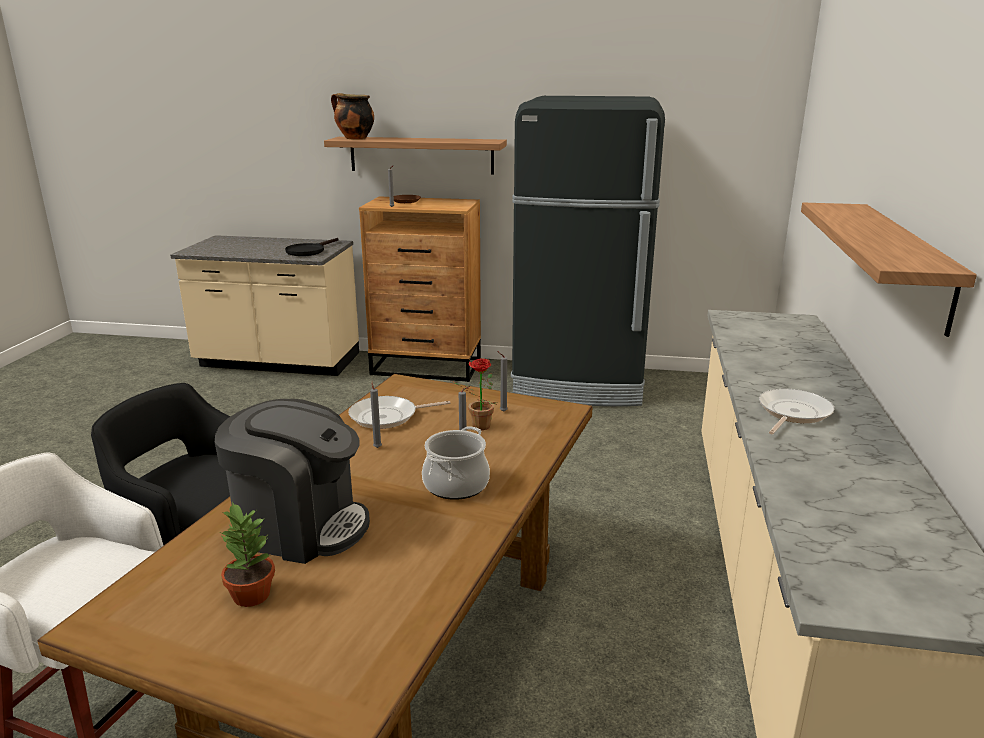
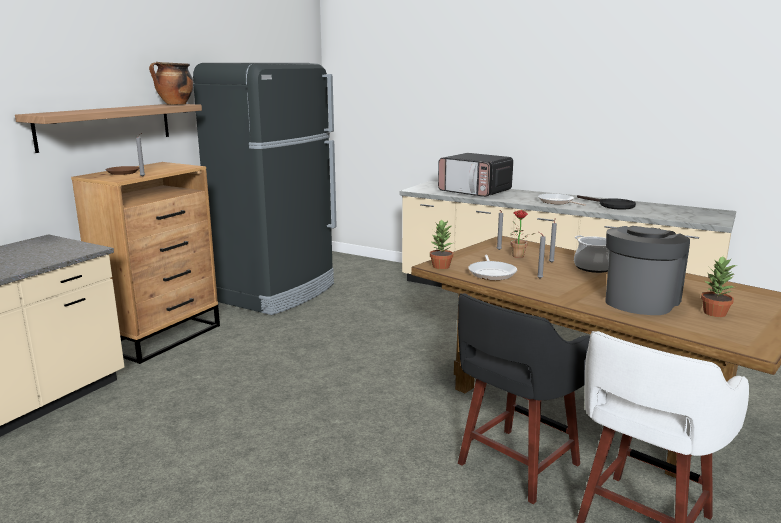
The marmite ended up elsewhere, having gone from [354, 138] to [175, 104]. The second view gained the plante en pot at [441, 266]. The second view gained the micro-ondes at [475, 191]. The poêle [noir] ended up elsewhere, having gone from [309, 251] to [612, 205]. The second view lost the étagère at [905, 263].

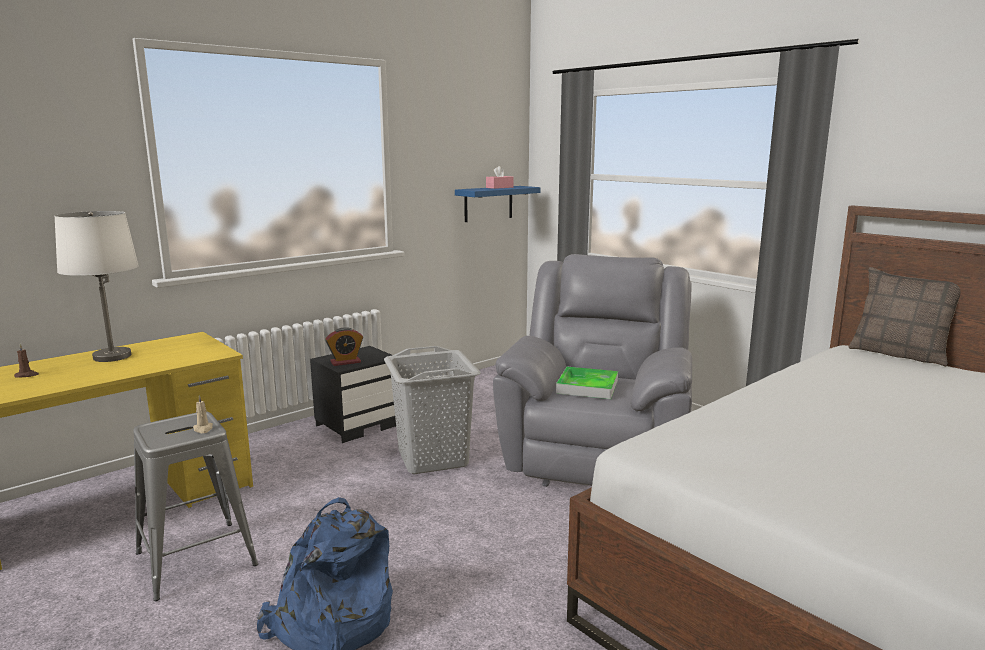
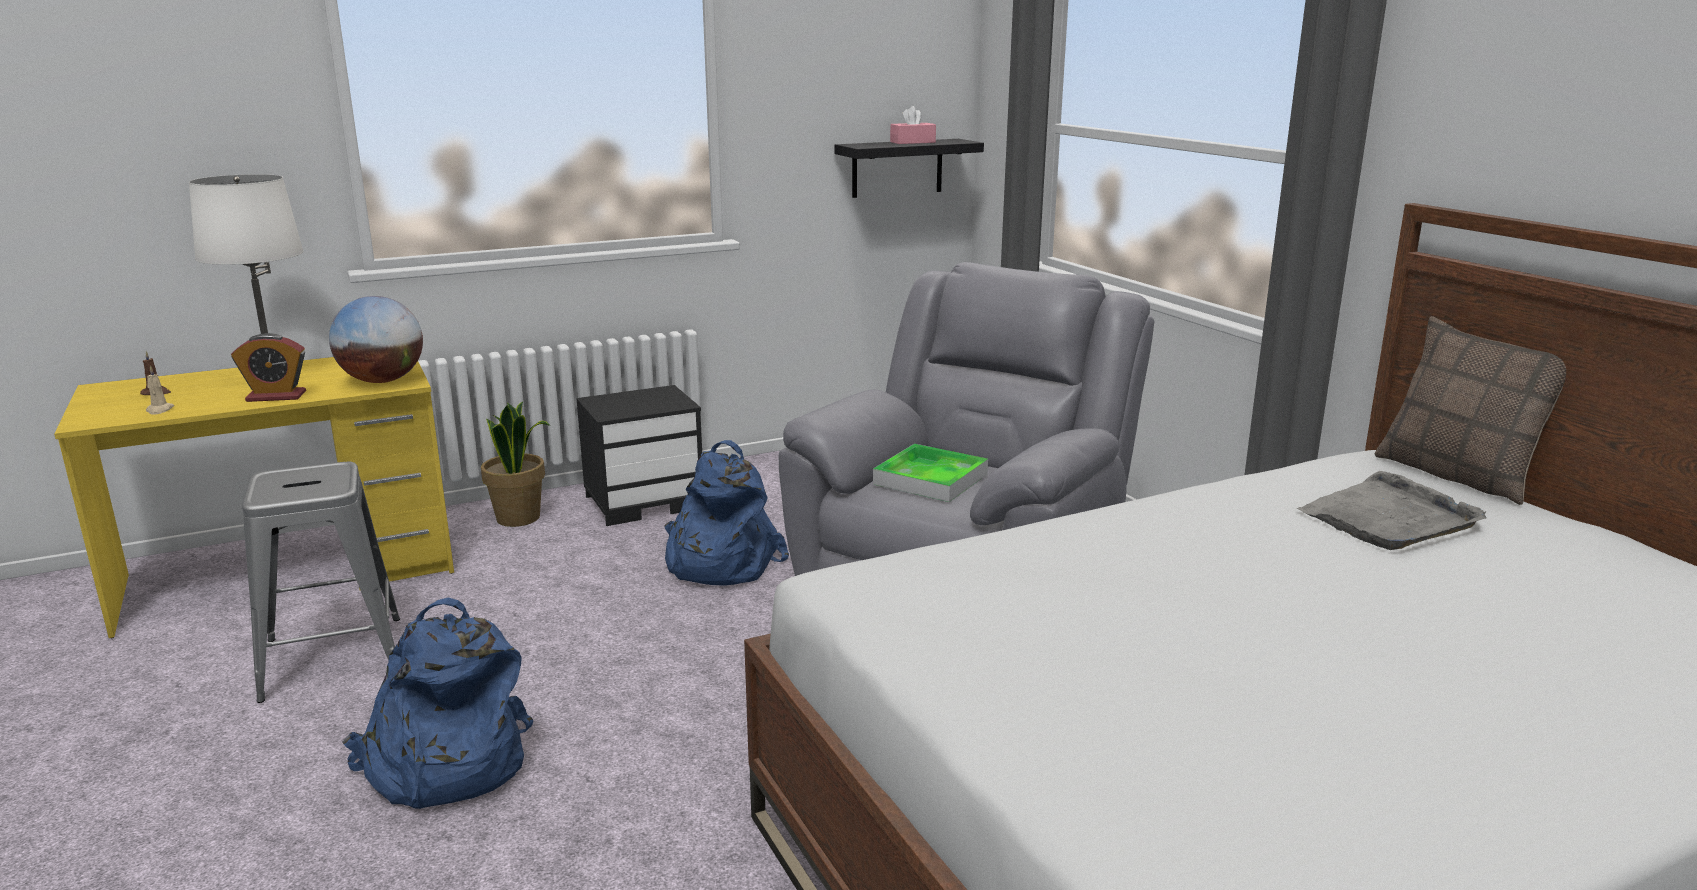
The bougie [beige] ended up elsewhere, having gone from [203, 429] to [159, 410]. The réveil ended up elsewhere, having gone from [345, 362] to [276, 396]. The second view gained the globe at [383, 381]. The second view gained the plante en pot at [519, 518]. Where the panier à linge [gris] stood at [433, 458], the sac à dos [bleu] came to stand at [718, 563]. What was the étagère [bleu] at [488, 203] turned into the étagère [noir] at [897, 168]. The second view gained the plateau [gris] at [1389, 518].

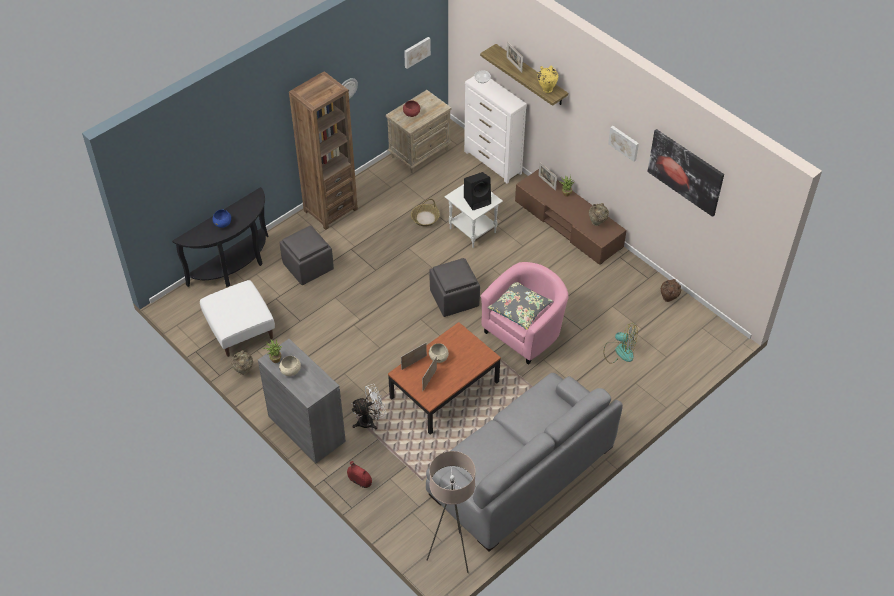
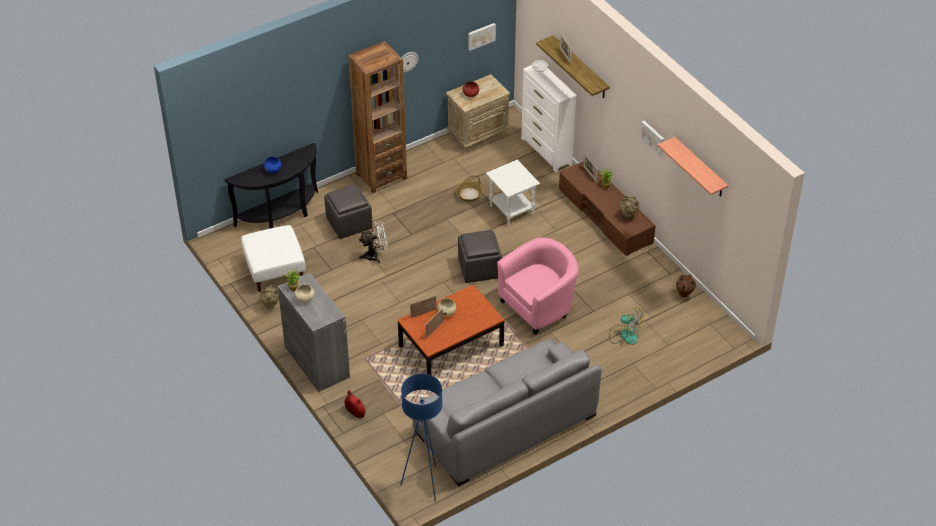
The ventilateur [blanc] ended up elsewhere, having gone from [370, 421] to [375, 255]. What was the lampadaire [beige] at [451, 554] turned into the lampadaire [bleu] at [424, 484]. Where the tableau hung at [685, 172], the étagère came to hang at [700, 168]. The second view lost the enceinte [noir] at [478, 200]. The second view lost the coussin [gris] at [520, 309]. The second view lost the vase [jaune] at [547, 89].

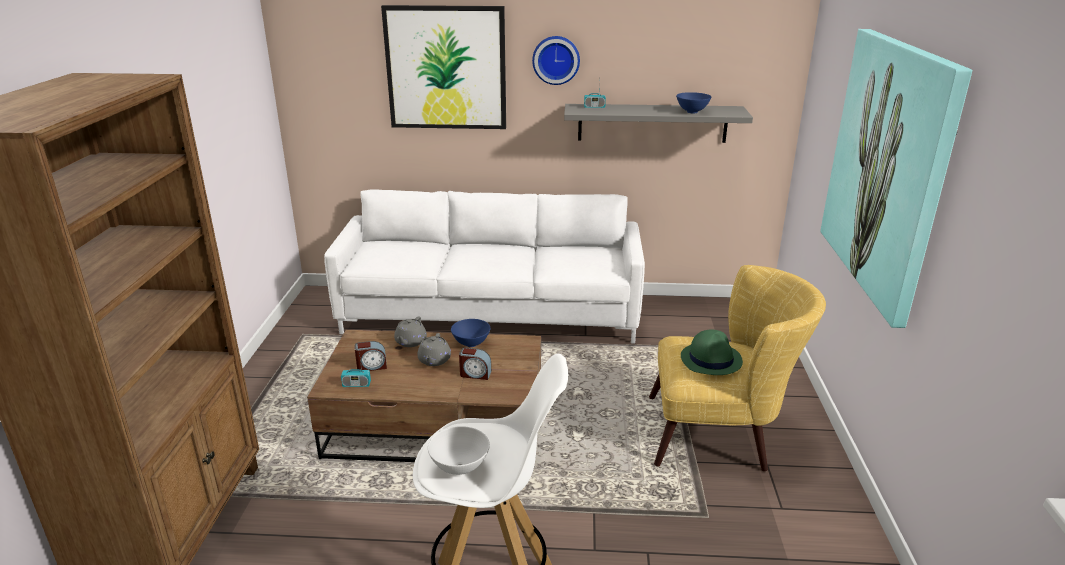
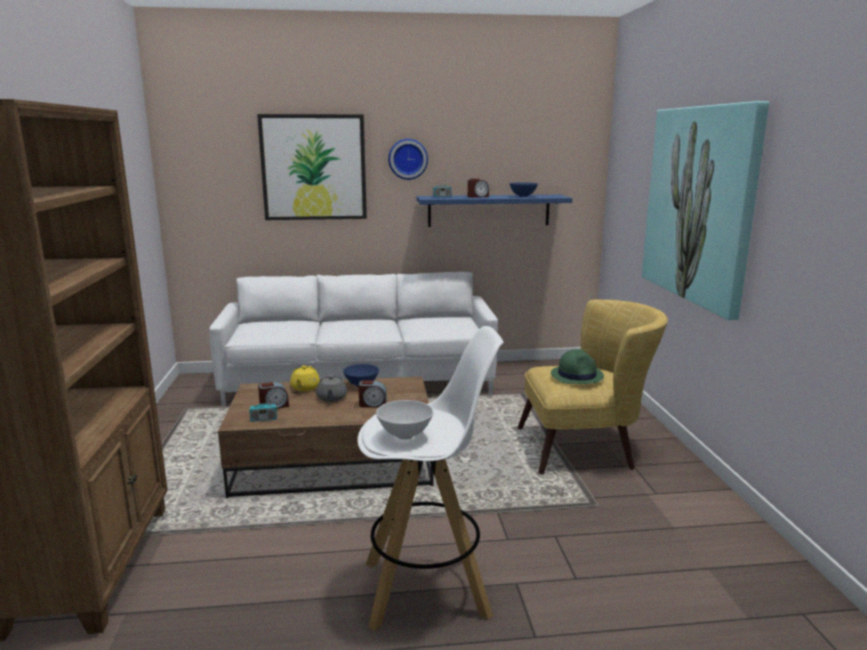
What was the théière [gris] at [410, 342] turned into the théière [jaune] at [305, 388]. What was the étagère [gris] at [652, 123] turned into the étagère [bleu] at [489, 210]. The second view gained the réveil at [477, 197].

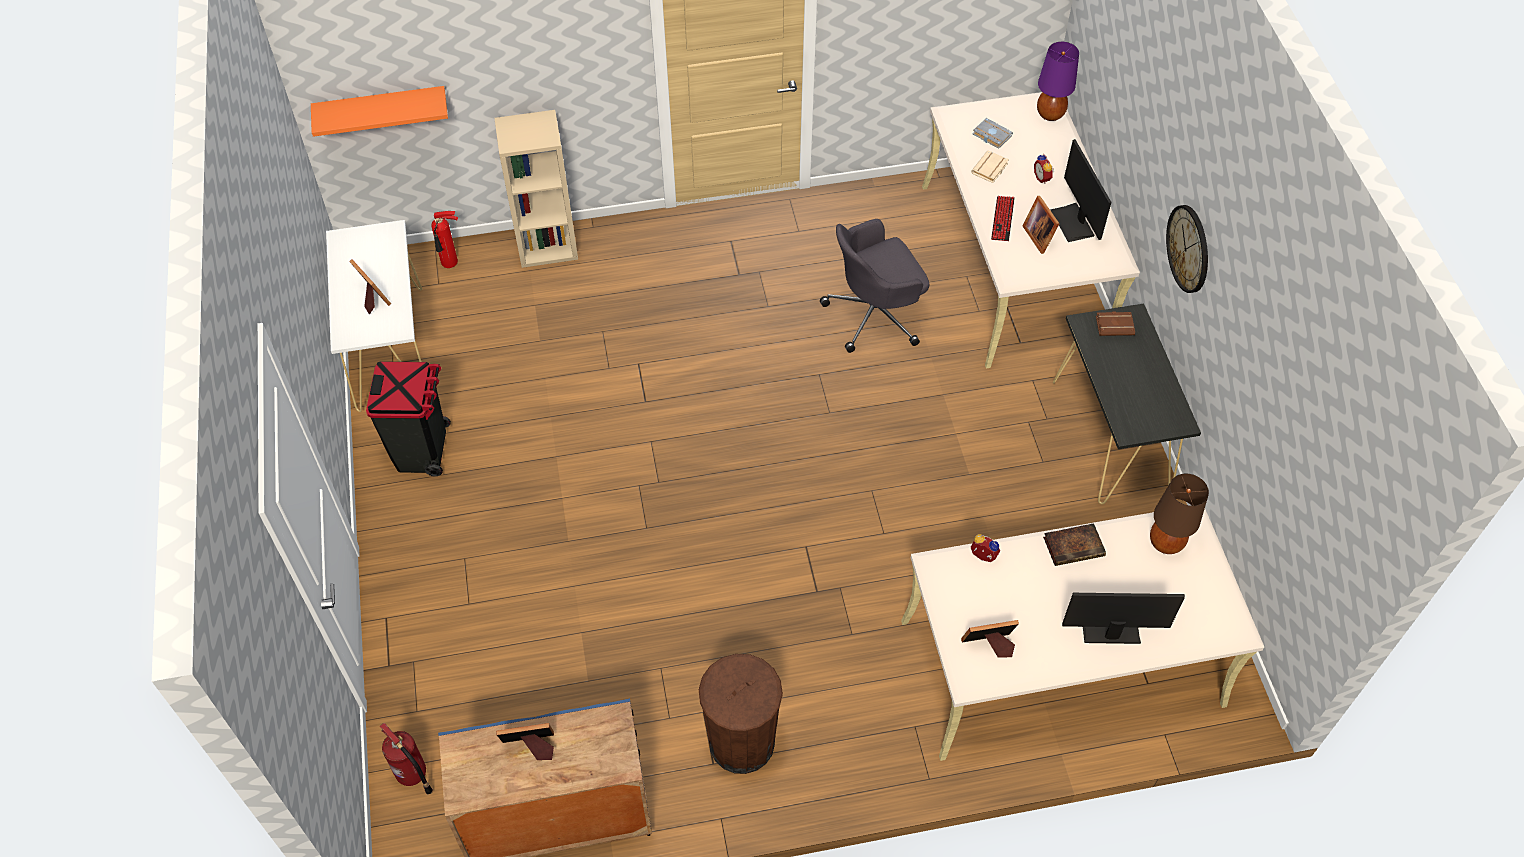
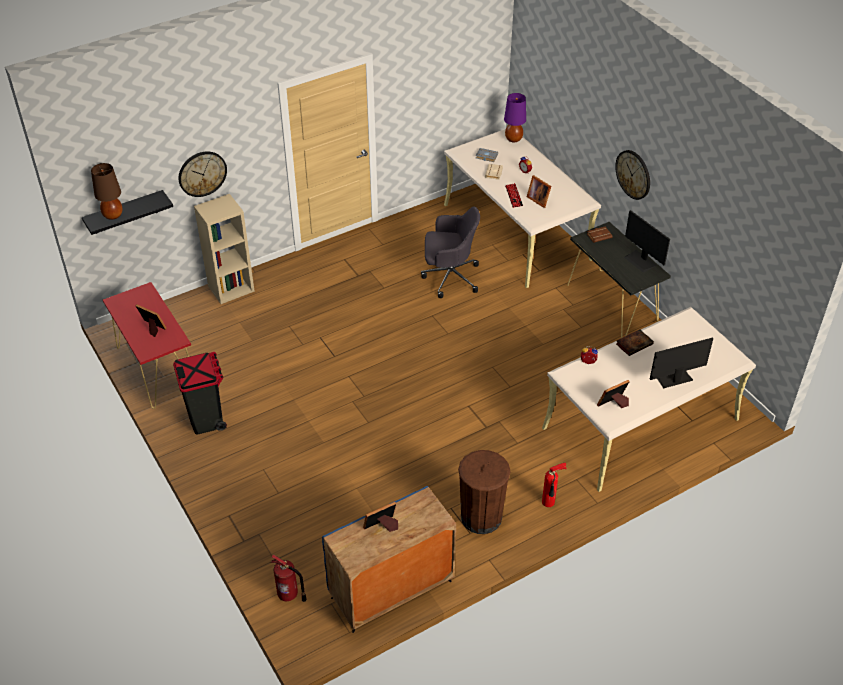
What was the étagère [orange] at [381, 108] turned into the étagère [noir] at [124, 213]. The lampe de table [marron] ended up elsewhere, having gone from [1165, 543] to [113, 215]. What was the table console [blanc] at [390, 348] turned into the table console [rouge] at [157, 368]. The second view gained the horloge murale at [202, 173]. The chaise de bureau [gris] at [875, 315] ended up facing another way, 135 degrees counterclockwise from before. The extincteur ended up elsewhere, having gone from [450, 263] to [549, 503]. The écran d'ordinateur ended up elsewhere, having gone from [1073, 222] to [640, 261].

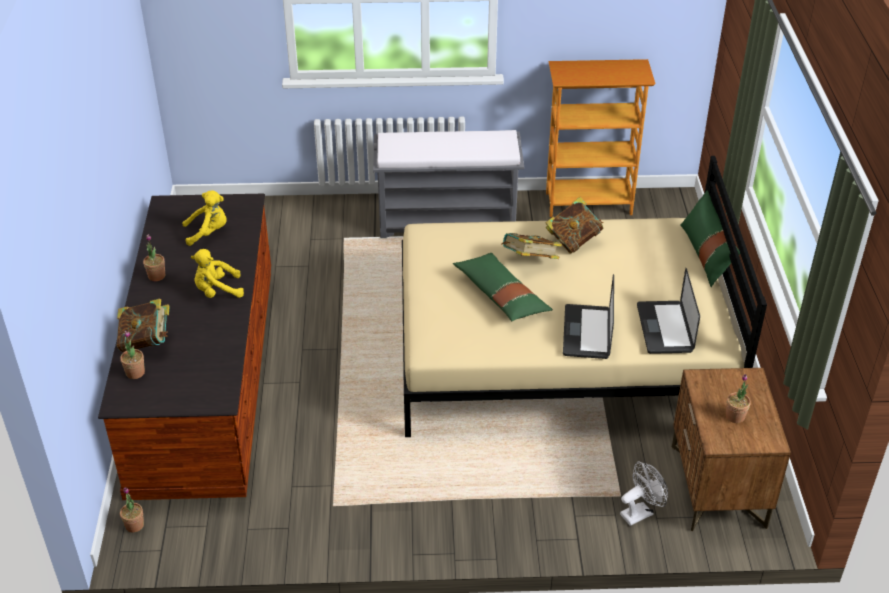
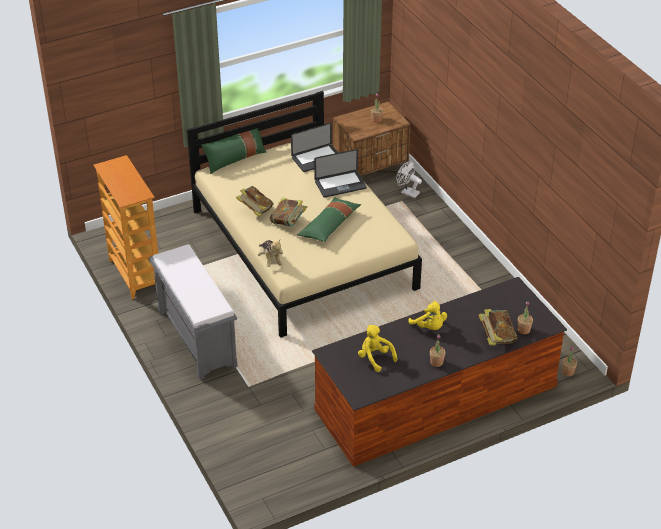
The second view gained the peluche at [270, 259].

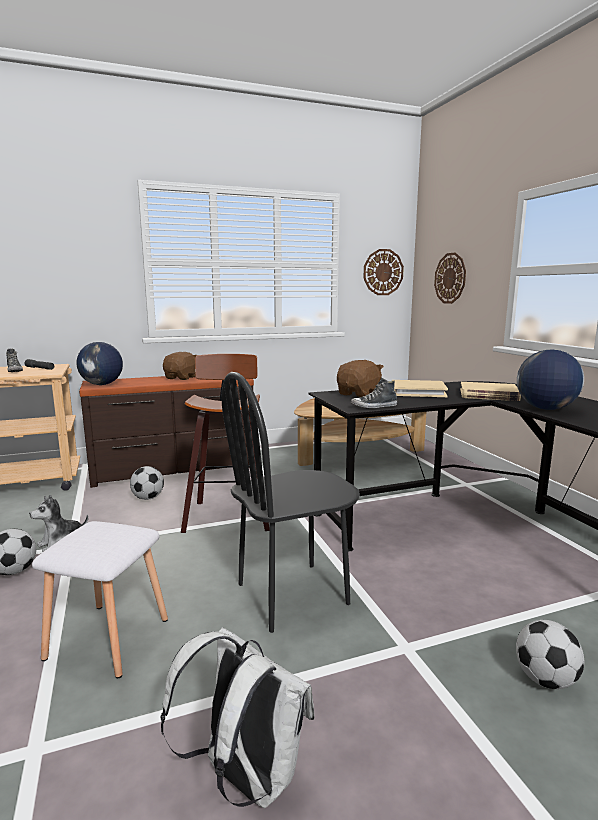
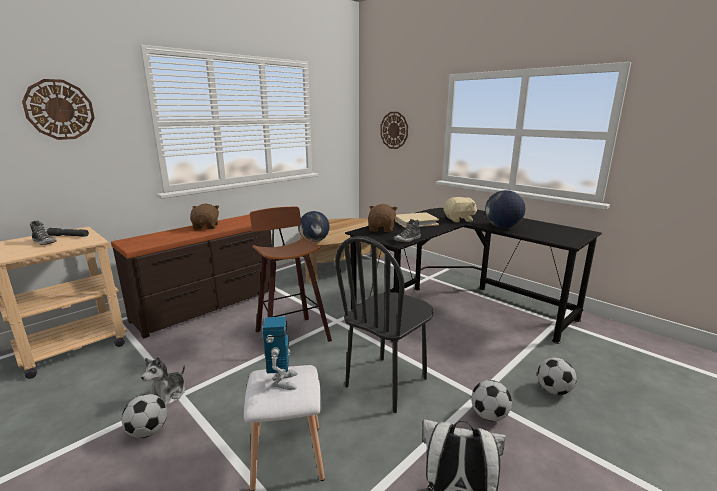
The horloge murale ended up elsewhere, having gone from [383, 272] to [59, 110]. The second view gained the robot jouet at [282, 381]. The globe ended up elsewhere, having gone from [102, 384] to [314, 241]. Where the livre [beige] stood at [488, 395], the peluche [beige] came to stand at [459, 220]. The ballon de foot ended up elsewhere, having gone from [148, 498] to [489, 415].

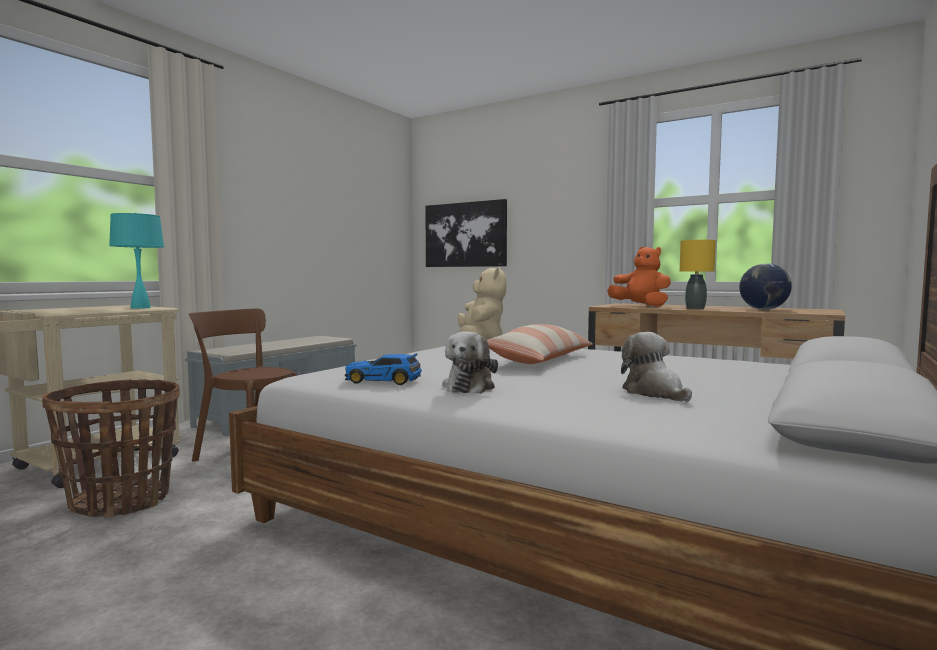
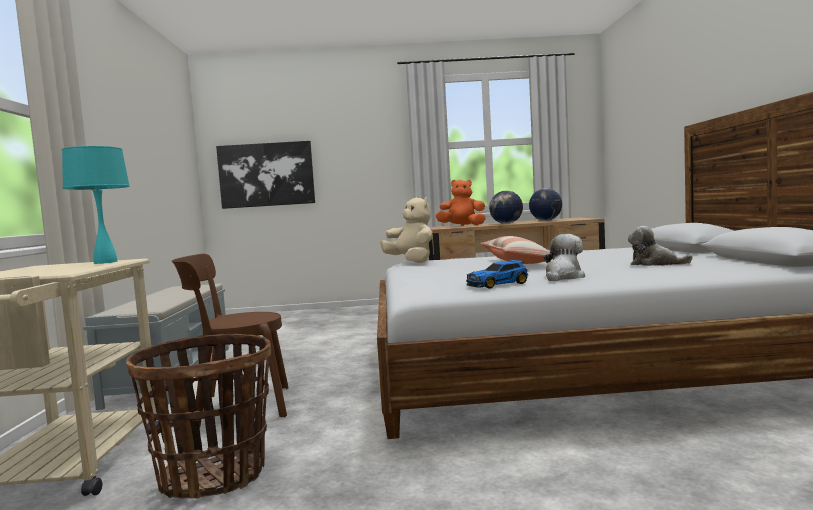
Where the lampe de table [jaune] stood at [695, 308], the globe came to stand at [506, 223]. The peluche at [470, 387] ended up facing another way, 120 degrees counterclockwise from before.

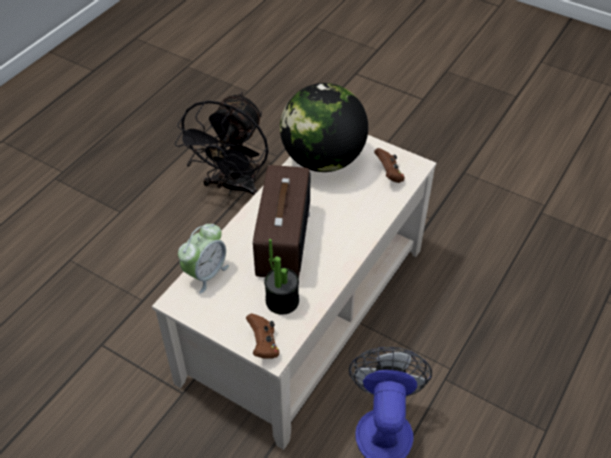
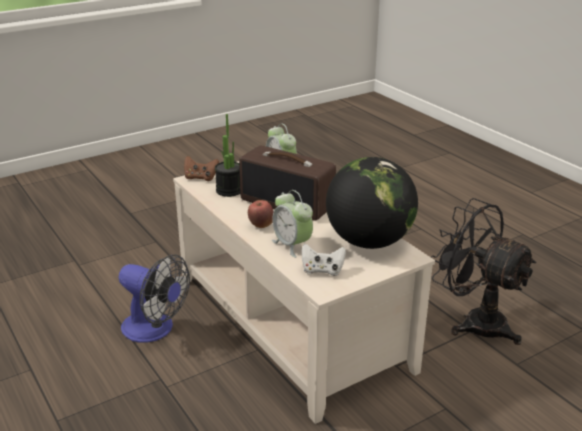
The second view gained the pomme at [261, 226]. The second view gained the réveil at [292, 245]. What was the manette [marron] at [389, 174] turned into the manette [blanc] at [322, 270].

